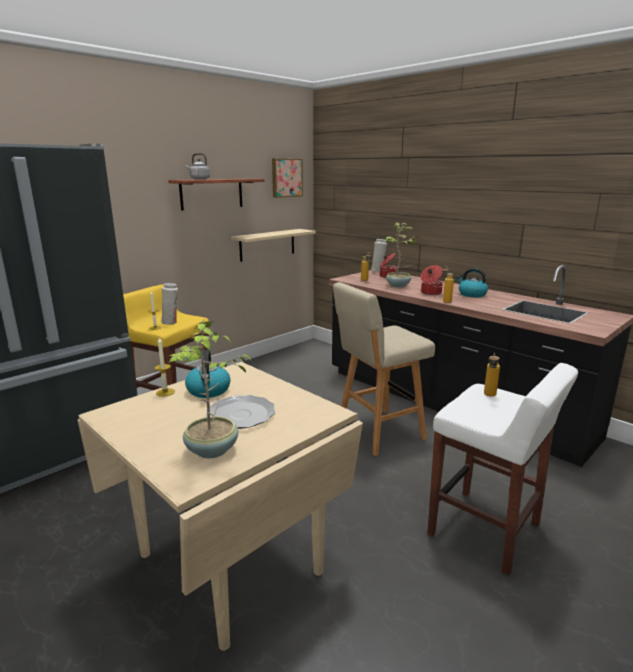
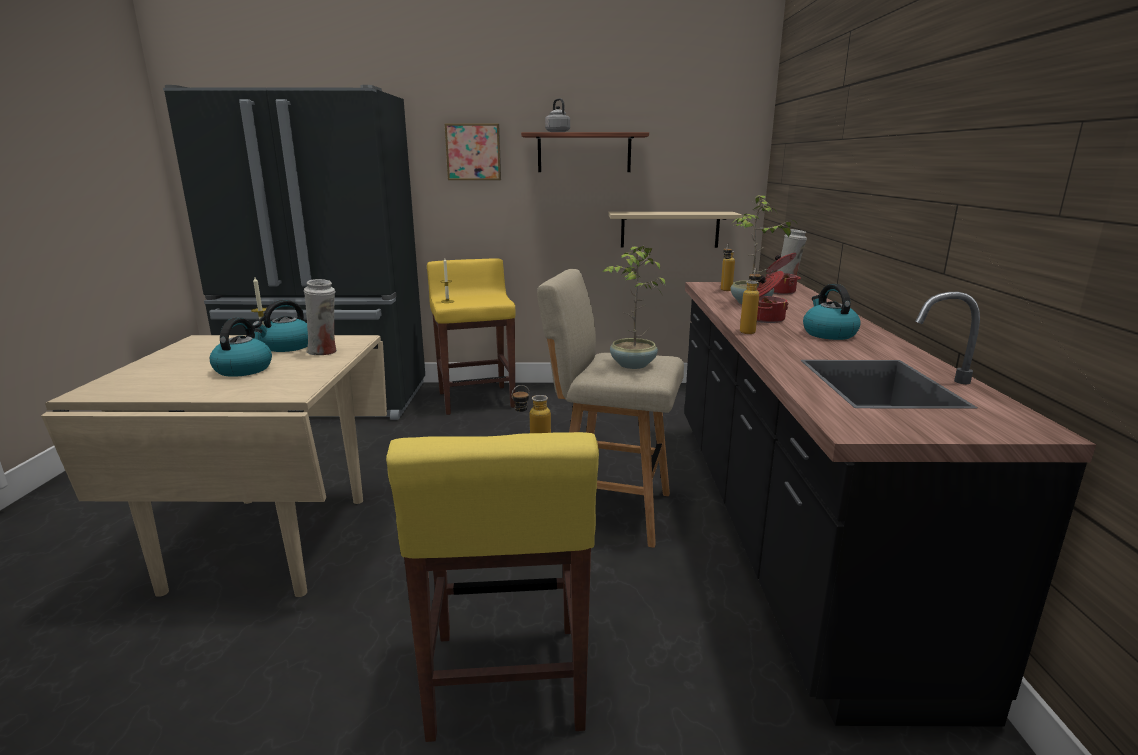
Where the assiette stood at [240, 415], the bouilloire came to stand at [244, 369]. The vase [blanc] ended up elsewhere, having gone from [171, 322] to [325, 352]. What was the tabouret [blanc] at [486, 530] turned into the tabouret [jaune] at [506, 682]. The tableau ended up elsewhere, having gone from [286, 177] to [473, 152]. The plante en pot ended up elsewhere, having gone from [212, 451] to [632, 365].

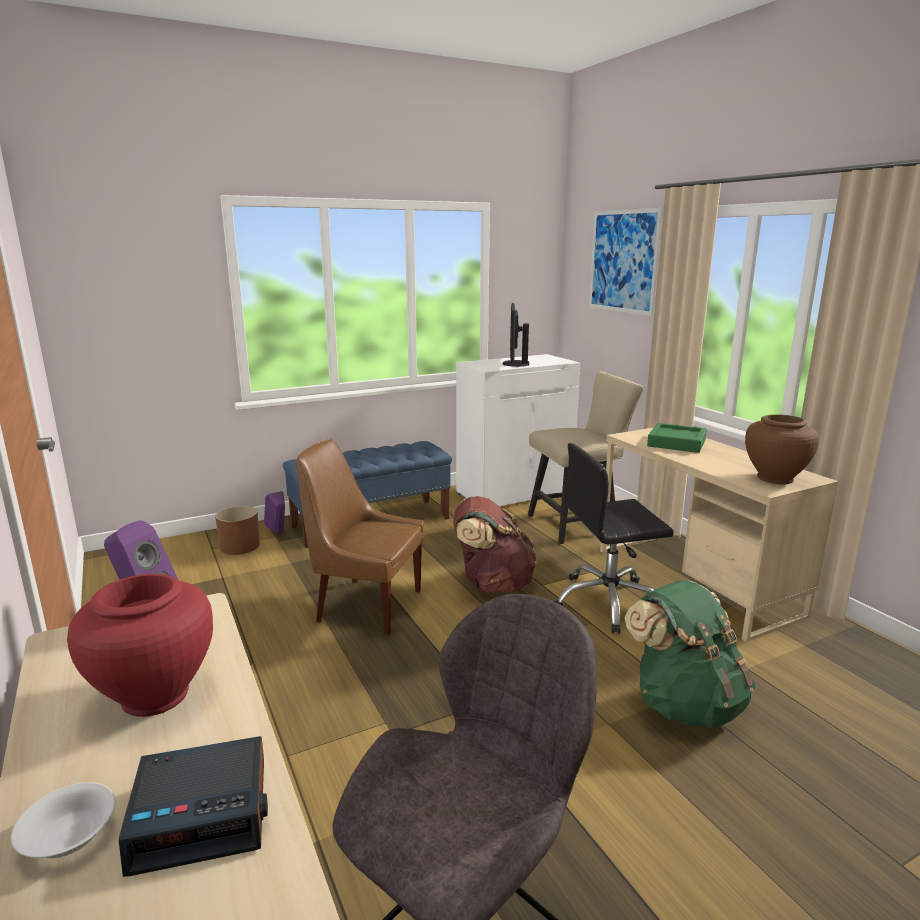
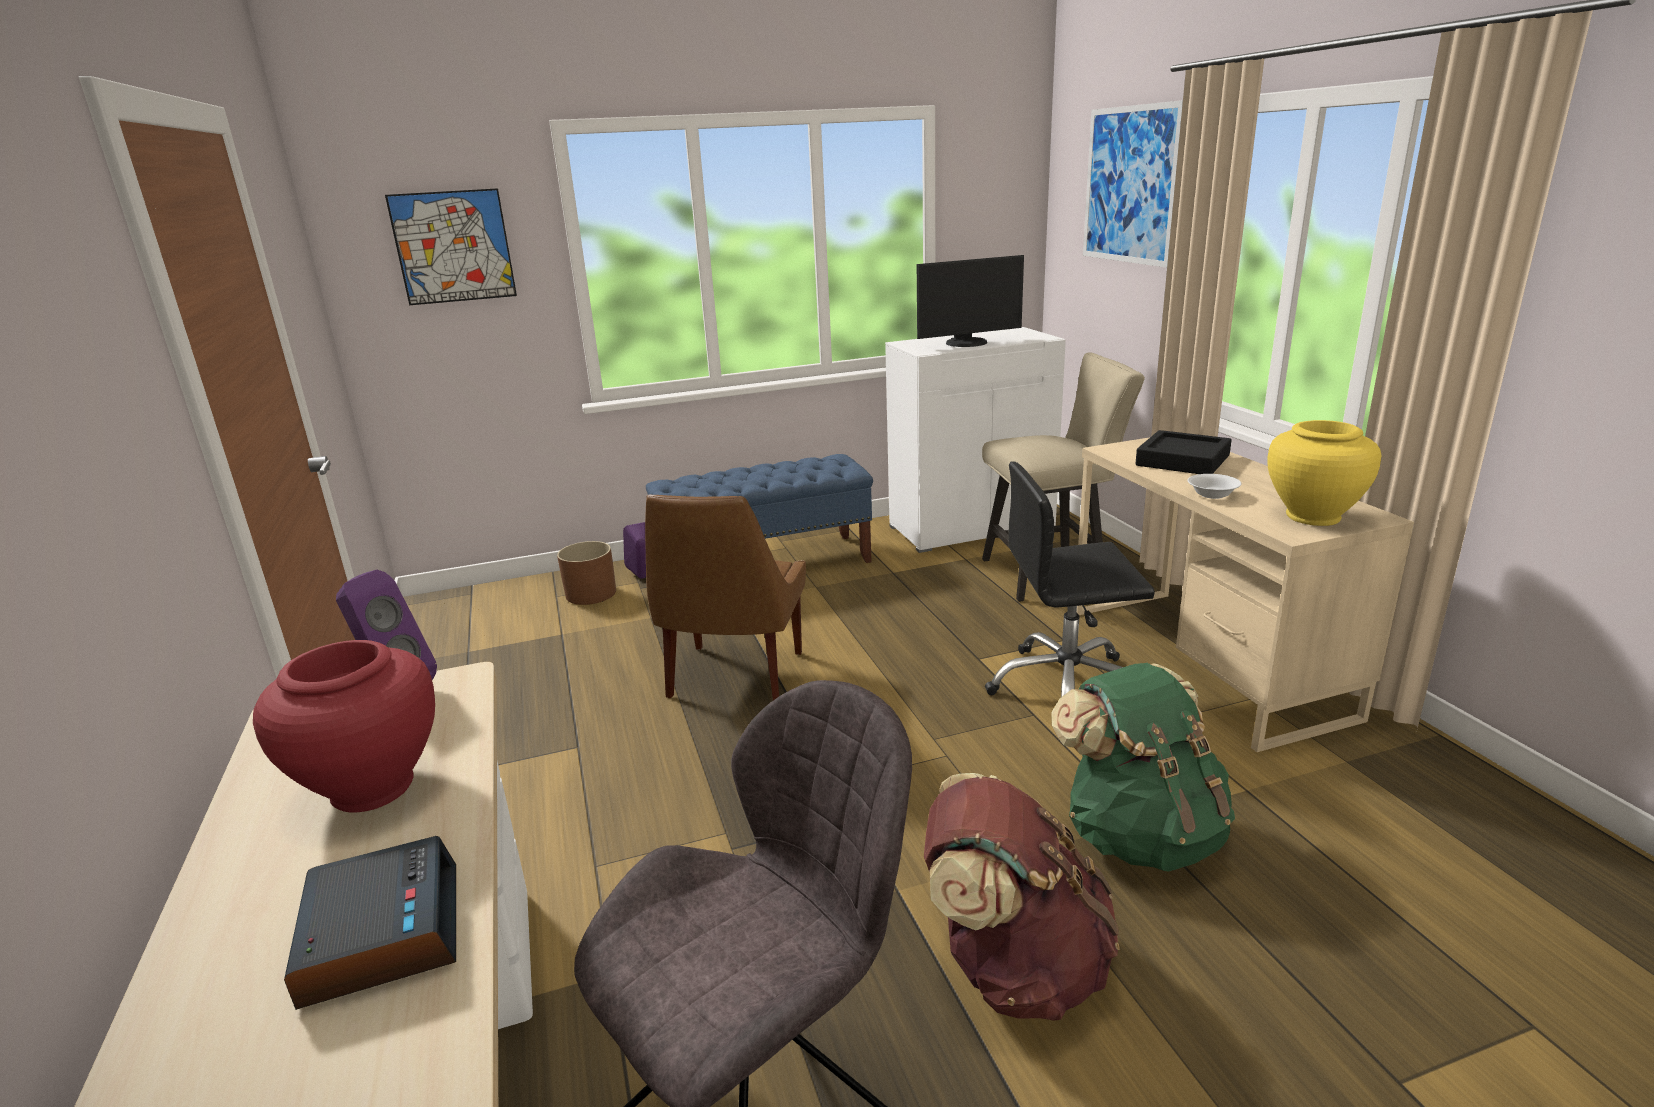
The réveil at [203, 813] ended up facing another way, 105 degrees counterclockwise from before. The second view gained the tableau at [453, 247]. The chaise [marron] at [366, 605] ended up facing another way, 105 degrees counterclockwise from before. The écran d'ordinateur at [514, 364] ended up facing another way, 120 degrees counterclockwise from before. The sac à dos [marron] ended up elsewhere, having gone from [492, 584] to [1013, 965]. What was the plateau [vert] at [676, 443] turned into the plateau [noir] at [1182, 460]. The bol [blanc] ended up elsewhere, having gone from [68, 838] to [1212, 495]. What was the vase [marron] at [775, 478] turned into the vase [jaune] at [1313, 516].

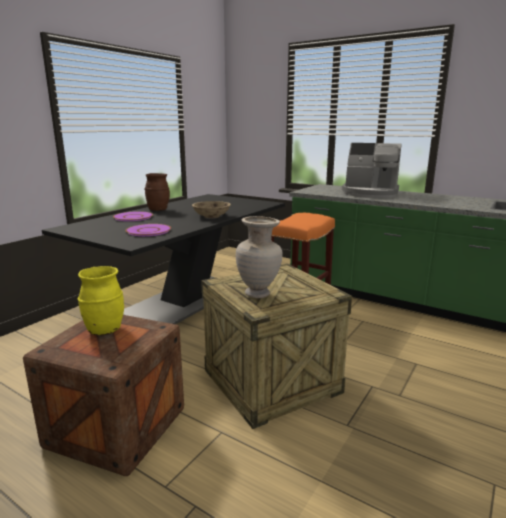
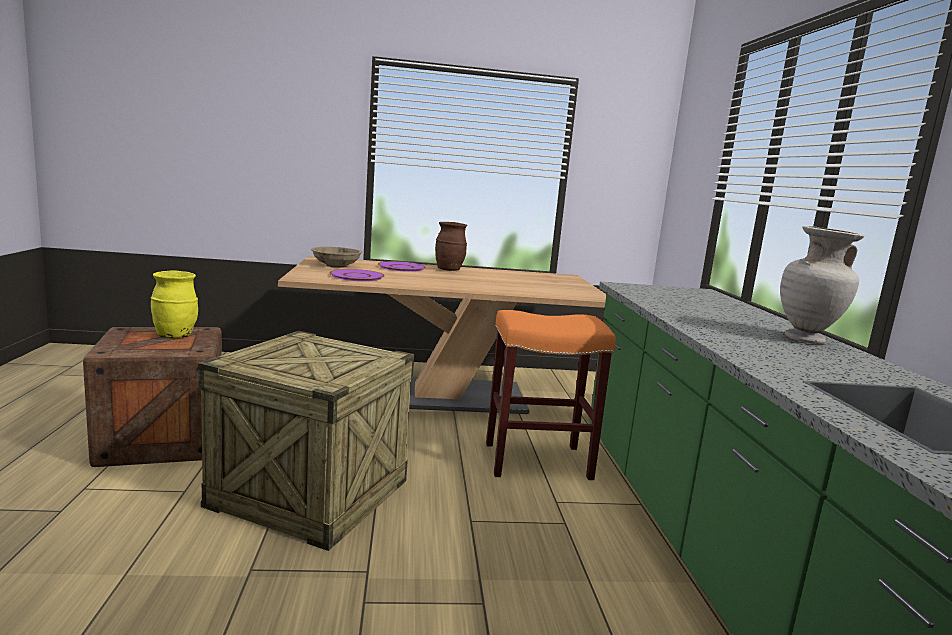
What was the table à manger [noir] at [185, 300] turned into the table à manger [beige] at [440, 395]. The bol [beige] ended up elsewhere, having gone from [211, 216] to [336, 266]. The vase [beige] ended up elsewhere, having gone from [258, 294] to [806, 340]. The second view lost the machine à café at [370, 193].

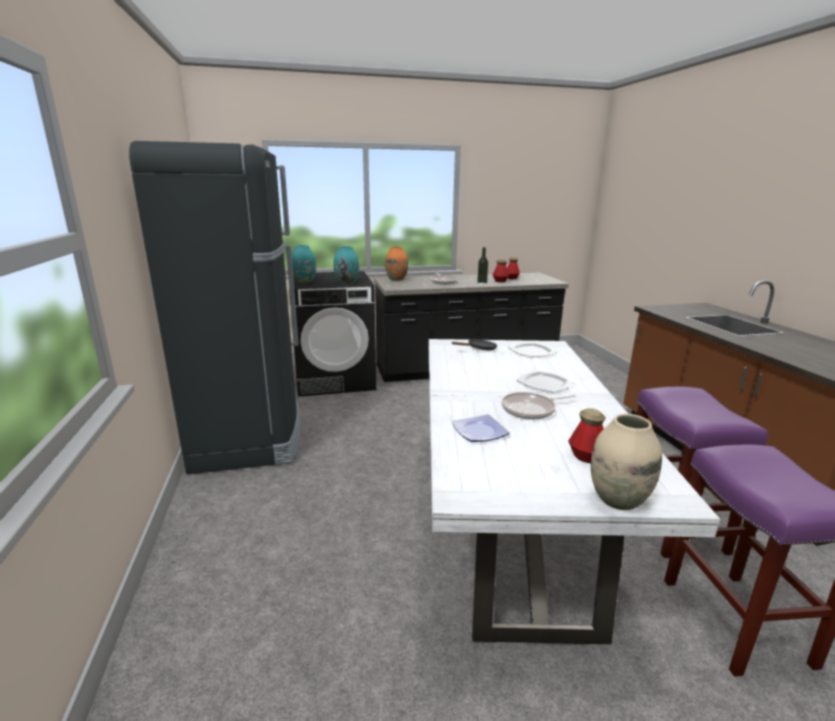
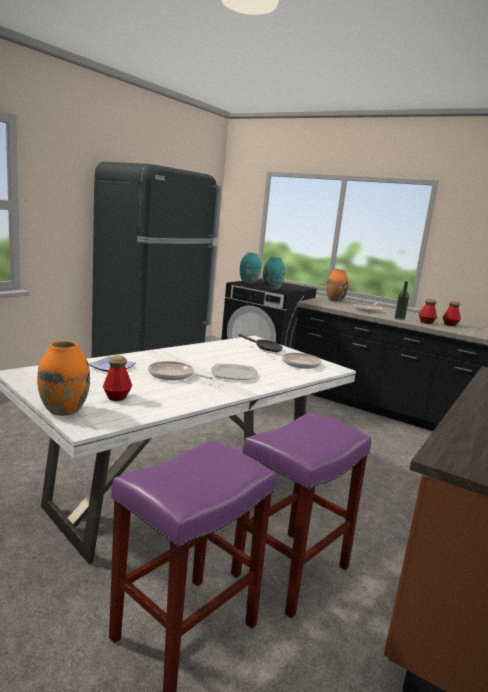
What was the vase [beige] at [617, 499] turned into the vase [orange] at [63, 410]. Where the assiette stood at [531, 351], the poêle came to stand at [298, 363].

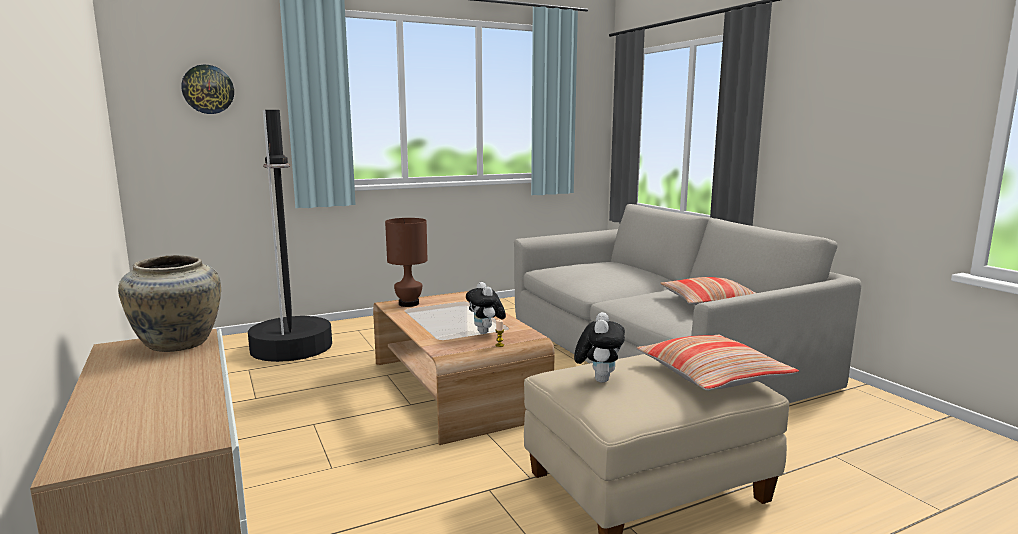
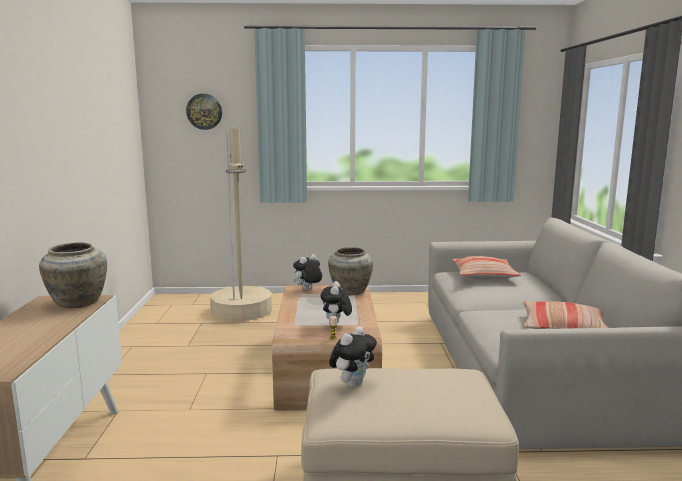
What was the lampadaire [noir] at [291, 348] turned into the lampadaire [beige] at [241, 310]. Where the lampe de table [marron] stood at [409, 304], the peluche came to stand at [308, 290]. The second view gained the vase [beige] at [349, 292]. The coussin ended up elsewhere, having gone from [712, 376] to [484, 276].

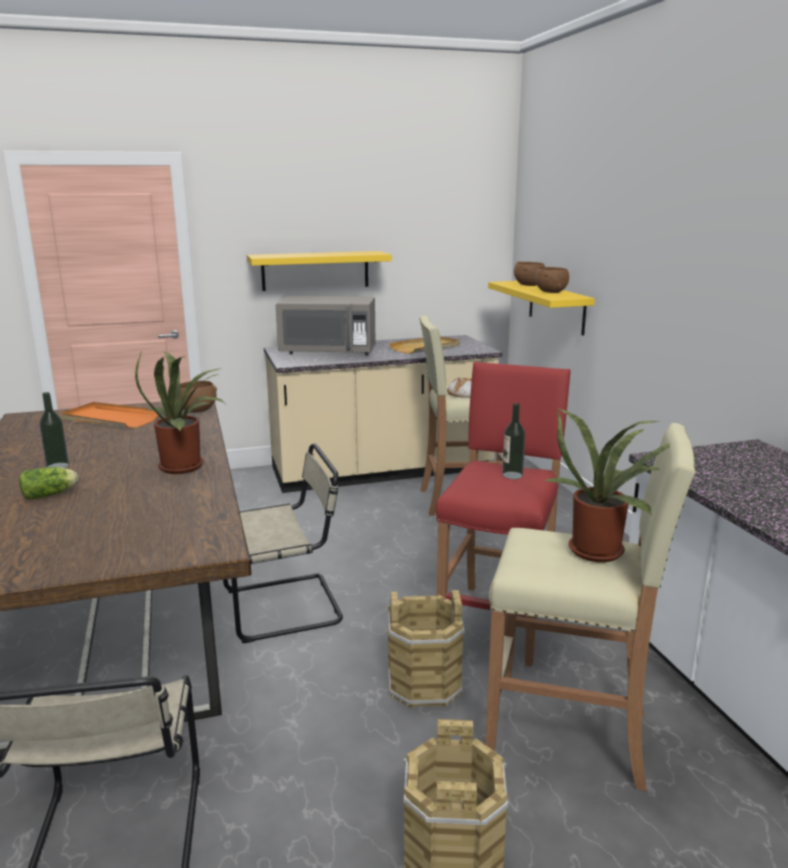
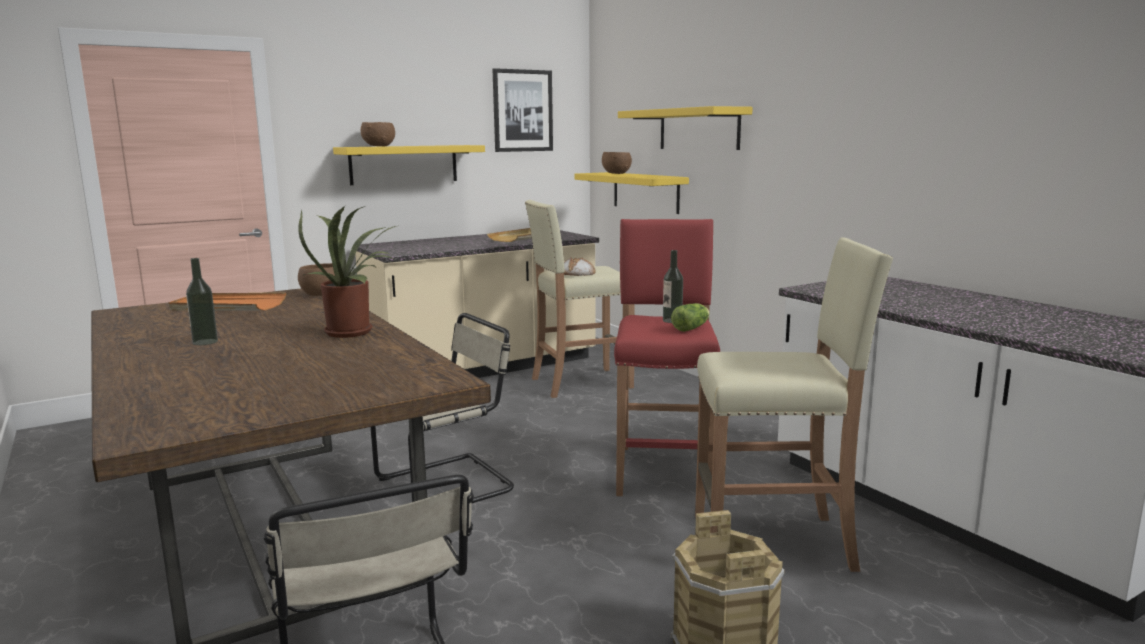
The bol [marron] ended up elsewhere, having gone from [551, 292] to [379, 146]. The second view gained the tableau at [522, 111]. The second view gained the étagère [jaune] at [698, 129]. The laitue ended up elsewhere, having gone from [51, 494] to [692, 328]. The second view lost the micro-ondes [gris] at [328, 352]. The second view lost the seau [marron] at [424, 684]. The second view lost the plante en pot at [600, 550].

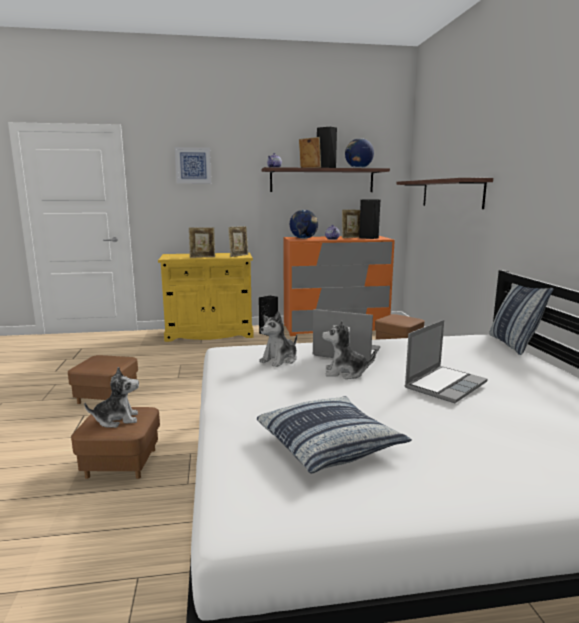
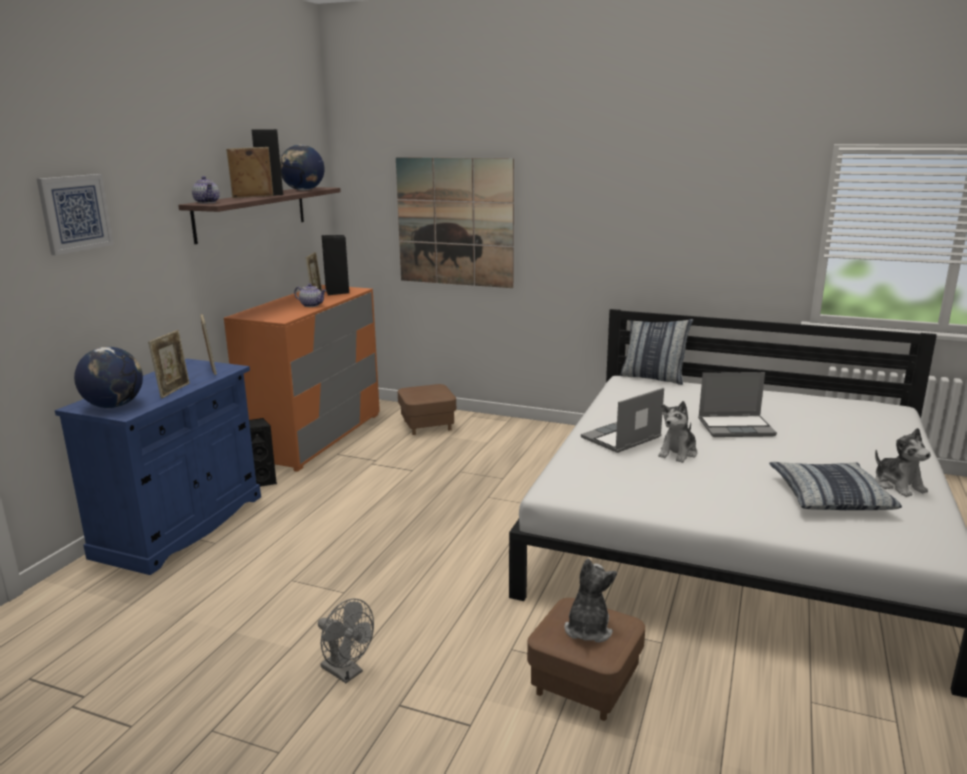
What was the meuble de rangement [jaune] at [209, 333] turned into the meuble de rangement [bleu] at [180, 526]. The globe ended up elsewhere, having gone from [303, 238] to [114, 406]. Where the pouf [marron] stood at [106, 396], the ventilateur [gris] came to stand at [346, 673]. Where the étagère hung at [451, 193], the tableau came to hang at [455, 222]. The ordinateur portable at [445, 385] ended up facing another way, 105 degrees clockwise from before. The peluche ended up elsewhere, having gone from [280, 360] to [898, 485].

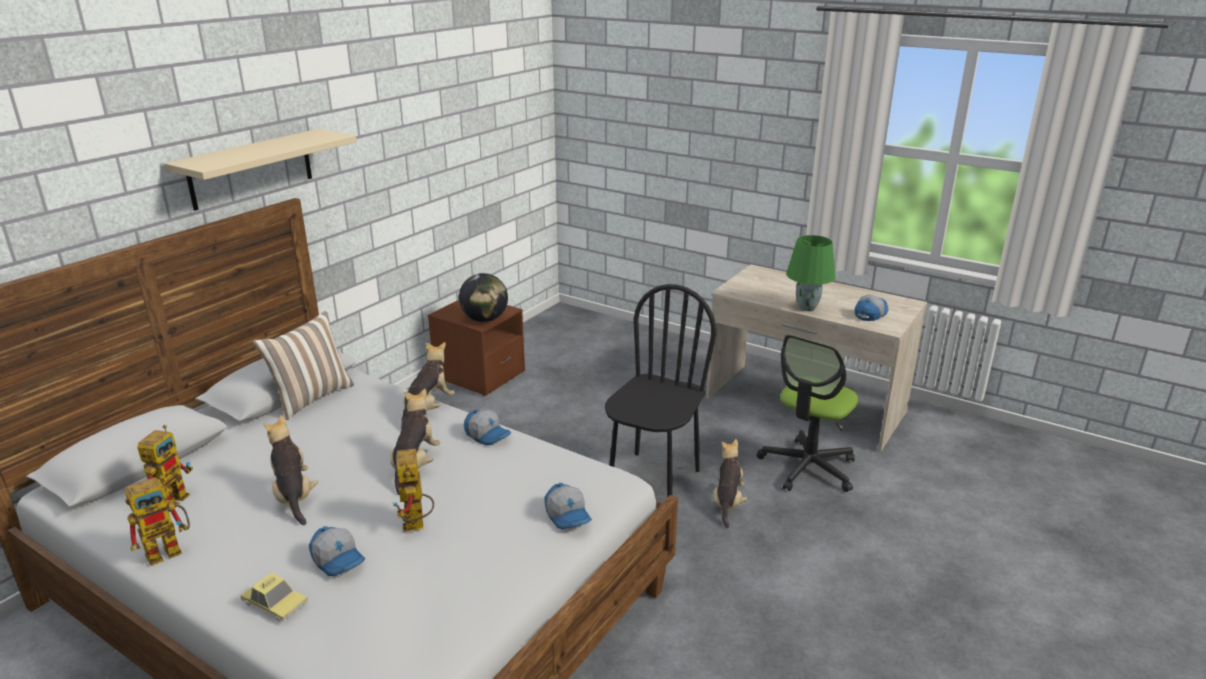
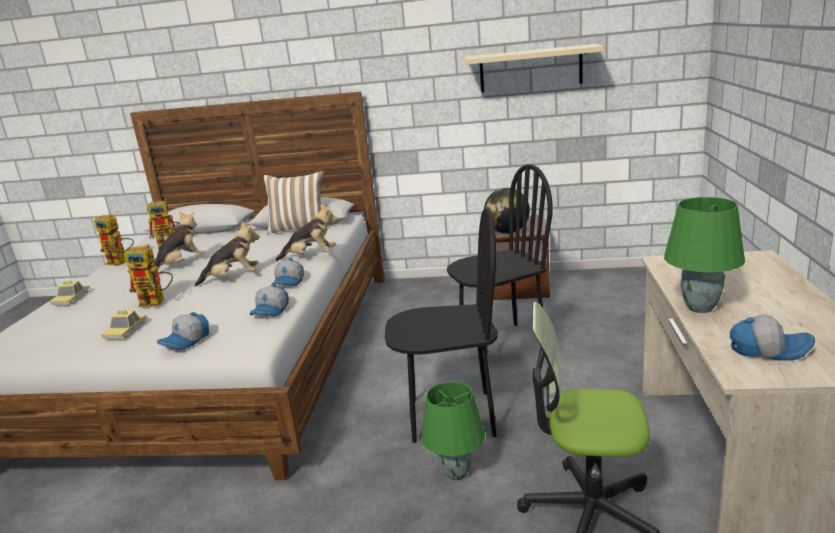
The second view gained the petite voiture at [125, 330]. The robot jouet at [417, 525] ended up facing another way, 135 degrees counterclockwise from before. The casquette ended up elsewhere, having gone from [339, 559] to [271, 311]. Where the peluche stood at [727, 502], the lampe de table [vert] came to stand at [456, 474]. The second view gained the chaise [noir] at [502, 344]. The étagère [beige] ended up elsewhere, having gone from [251, 169] to [530, 69].

